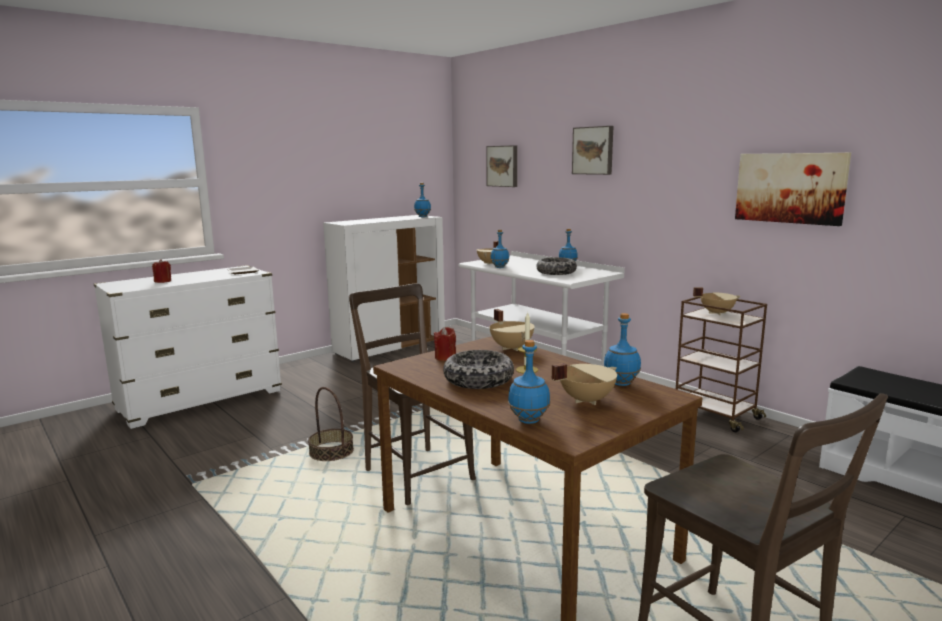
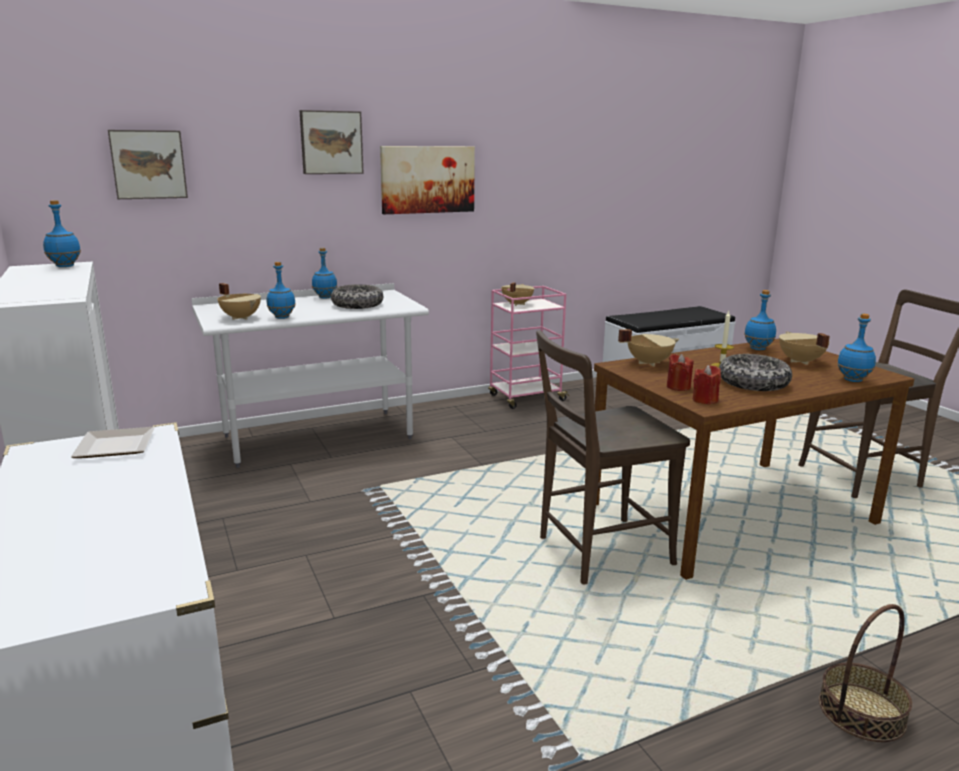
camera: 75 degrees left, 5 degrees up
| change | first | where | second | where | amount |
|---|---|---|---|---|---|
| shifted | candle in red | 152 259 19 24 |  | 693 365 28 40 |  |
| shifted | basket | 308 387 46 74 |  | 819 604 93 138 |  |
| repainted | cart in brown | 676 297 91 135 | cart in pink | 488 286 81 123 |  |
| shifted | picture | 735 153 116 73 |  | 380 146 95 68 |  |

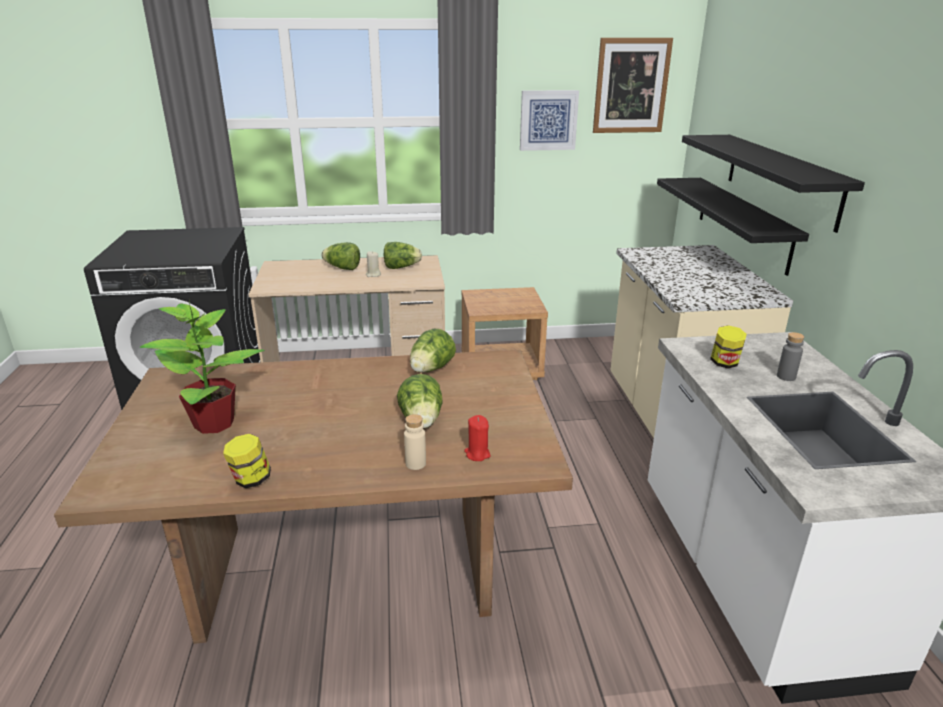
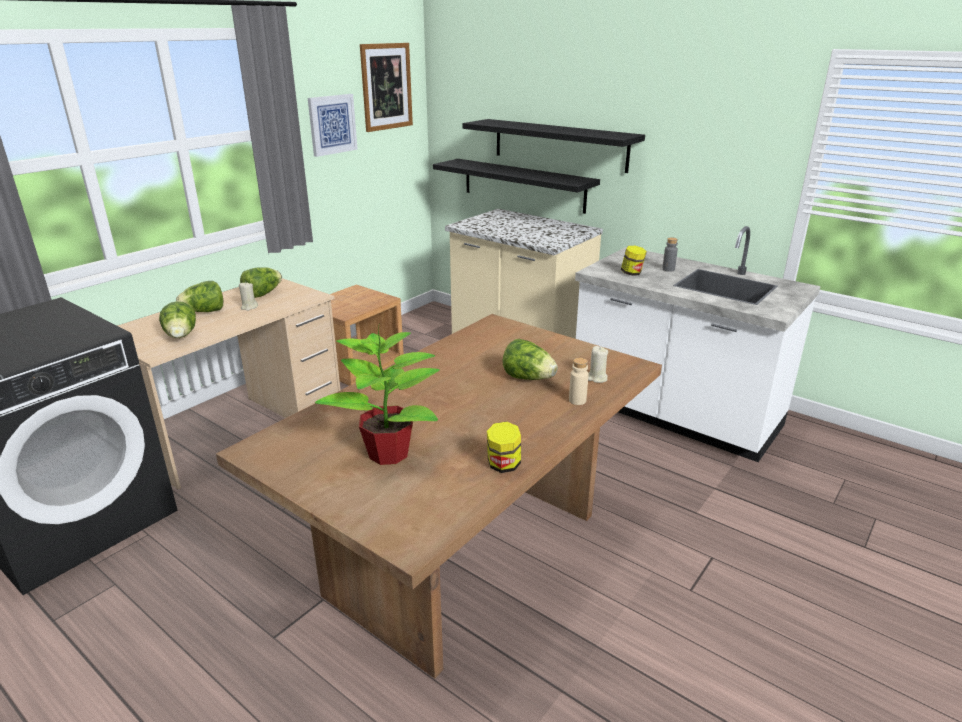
camera: 45 degrees left, 0 degrees up
| change | first | where | second | where | amount |
|---|---|---|---|---|---|
| shifted | lettuce | 410 329 46 44 |  | 159 301 37 37 |  |
| repainted | candle in red | 464 415 27 46 | candle in beige | 588 346 20 37 |  |

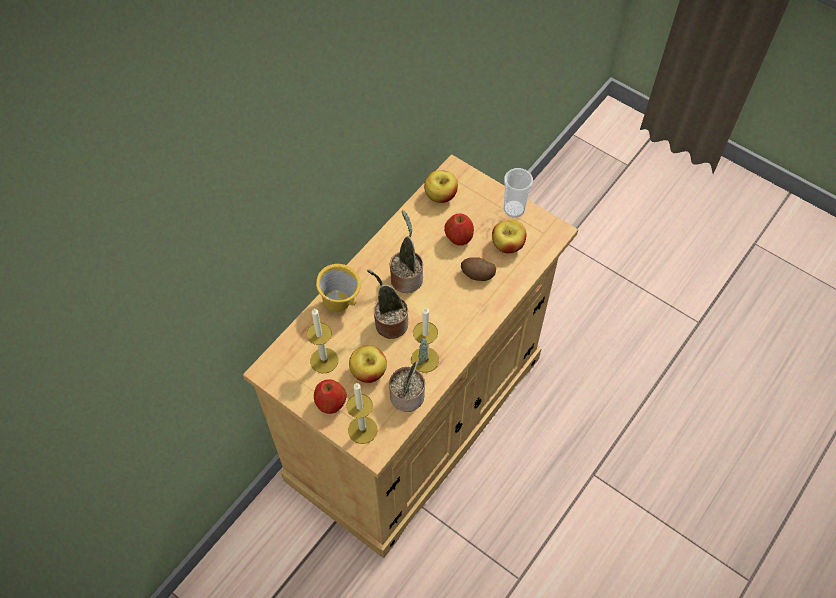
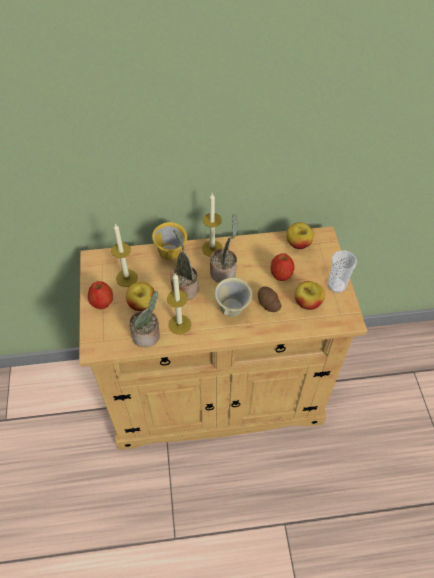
camera: 45 degrees right, 5 degrees down
| change | first | where | second | where | amount |
|---|---|---|---|---|---|
| shifted | candle | 346 383 32 61 |  | 202 193 21 64 |  |
| new |  |  | mug in beige | 215 278 37 39 |  |

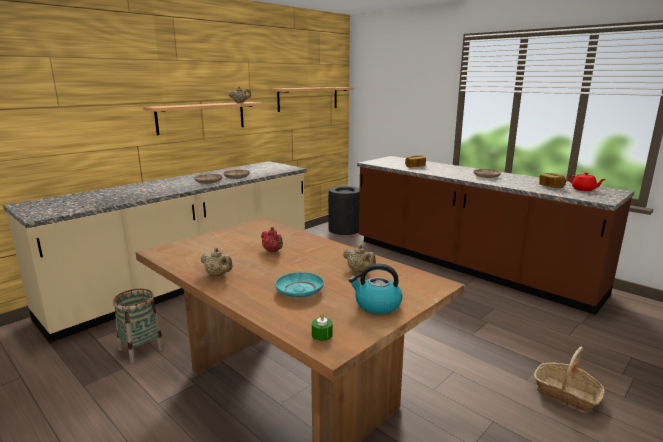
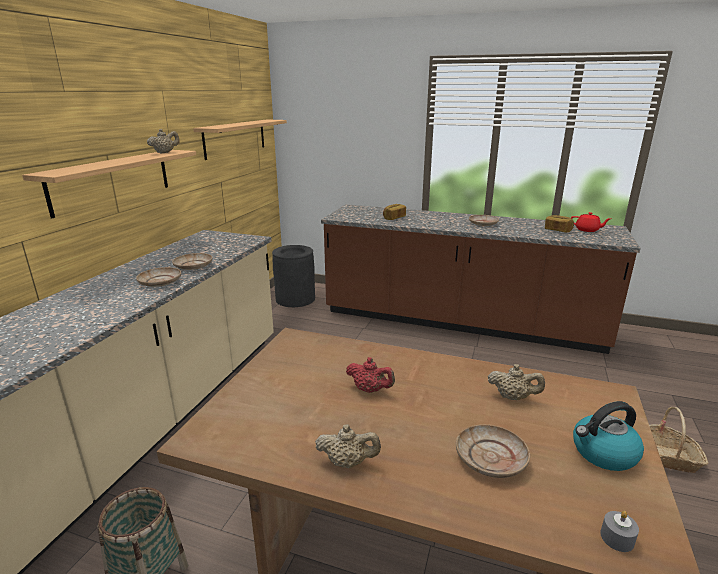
camera: 25 degrees left, 5 degrees up
| change | first | where | second | where | amount |
|---|---|---|---|---|---|
| repainted | plate in turquoise | 275 272 49 26 | plate in beige | 456 424 74 54 |  |
| repainted | candle in green | 312 313 21 28 | candle in grey | 600 511 39 41 |  |

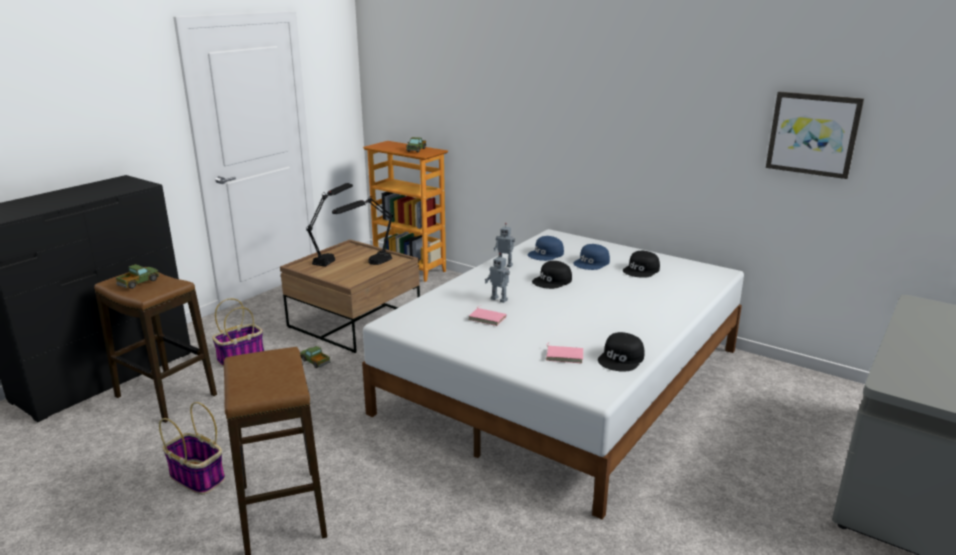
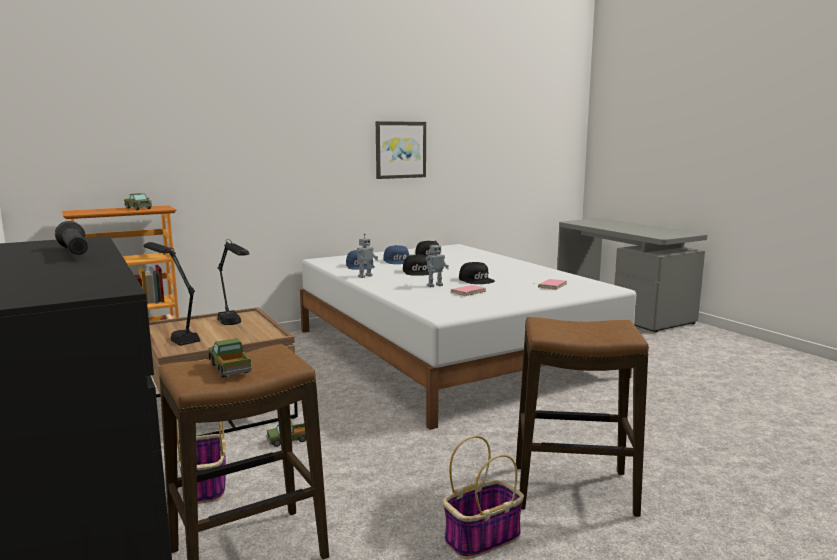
camera: 65 degrees left, 10 degrees down
| change | first | where | second | where | amount |
|---|---|---|---|---|---|
| shifted | cap in black | 598 332 47 40 |  | 459 262 36 22 |  |
| shifted | picture | 766 91 98 88 |  | 376 121 50 58 |  |
| new |  |  | flashlight in black | 55 221 33 34 |  |

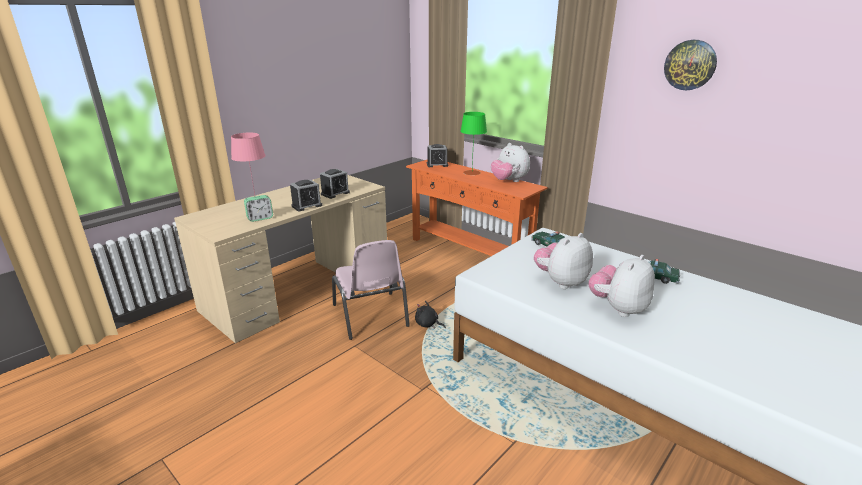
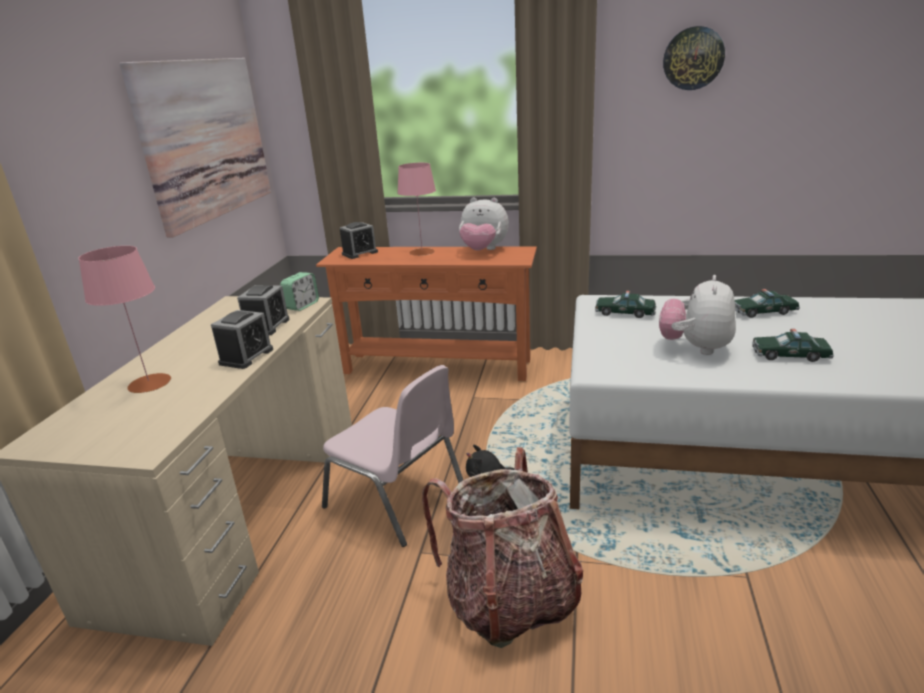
camera: 30 degrees left, 0 degrees up
| change | first | where | second | where | amount |
|---|---|---|---|---|---|
| shifted | alarm clock | 244 195 29 27 |  | 280 272 39 39 |  |
| repainted | table lamp in green | 460 112 27 63 | table lamp in pink | 397 163 39 93 |  |
| swapped | plush toy | 589 255 66 62 | toy car | 752 329 82 33 |  |
| new |  |  | picture | 119 58 152 180 |  |
| new |  |  | backpack | 422 447 161 201 |  |

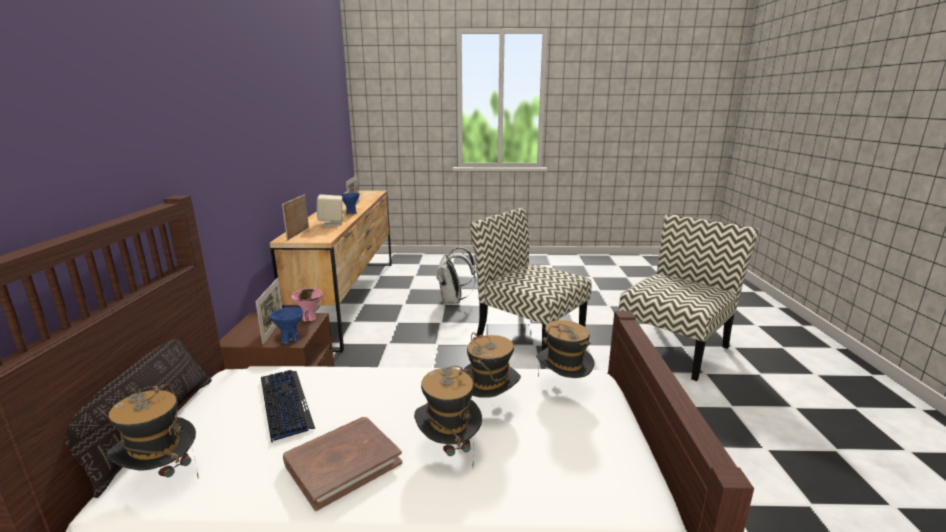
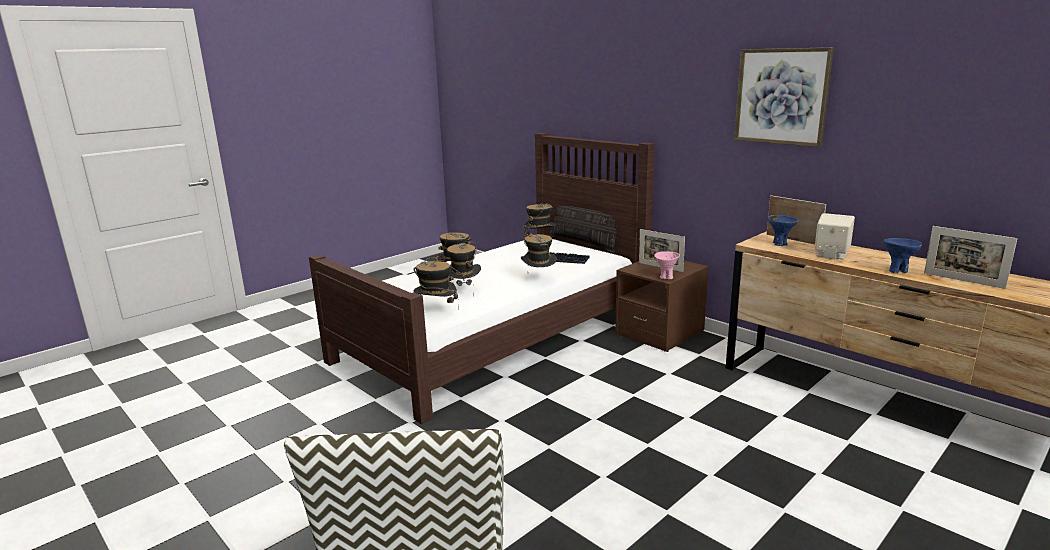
camera: 135 degrees right, 0 degrees up
| change | first | where | second | where | amount |
|---|---|---|---|---|---|
| shifted | bowl in blue | 269 308 35 36 |  | 768 215 30 31 |  |
| gone | book in brown | 283 417 119 94 |  |  |  |
| gone | backpack in white | 436 247 40 57 |  |  |  |
| gone | chair | 470 208 122 142 |  |  |  |
| new |  |  | hat | 521 234 36 33 |  |
| new |  |  | picture | 734 47 100 100 |  |

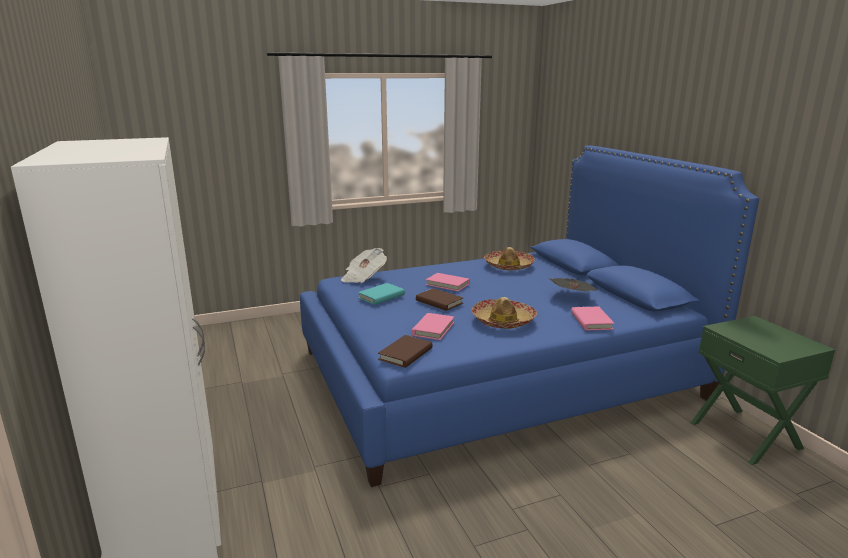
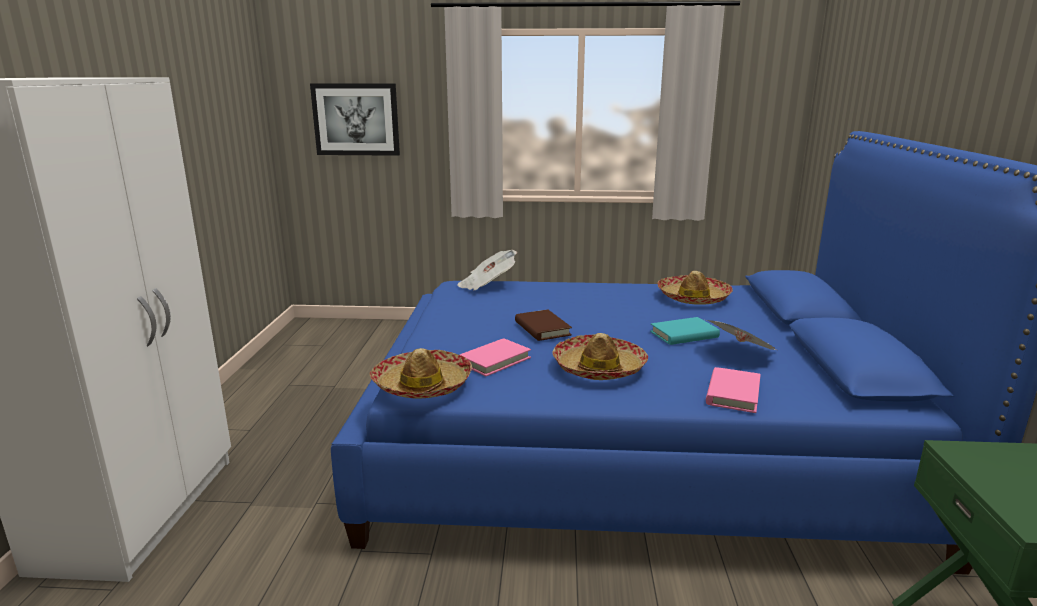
camera: 25 degrees right, 0 degrees up
| change | first | where | second | where | amount |
|---|---|---|---|---|---|
| shifted | book in turquoise | 358 283 47 22 |  | 650 317 70 28 |  |
| swapped | book in brown | 378 335 55 33 | hat | 369 348 103 51 |  |
| gone | book in pink | 426 273 44 18 |  |  |  |
| new |  |  | picture | 310 83 90 73 |  |

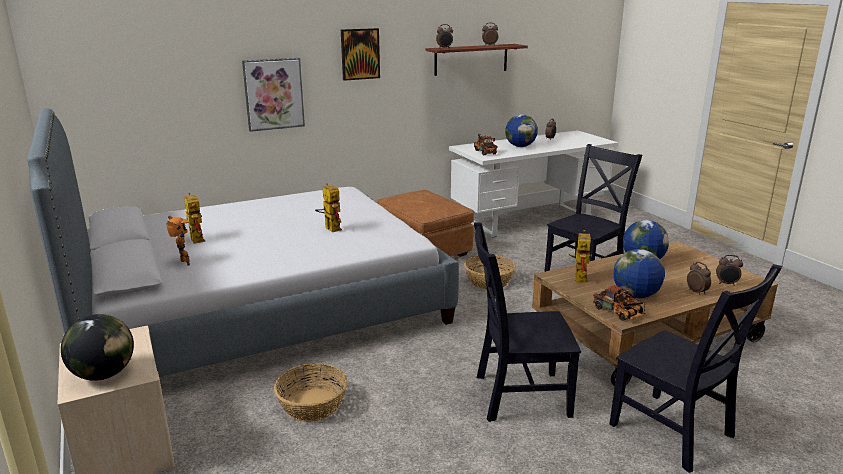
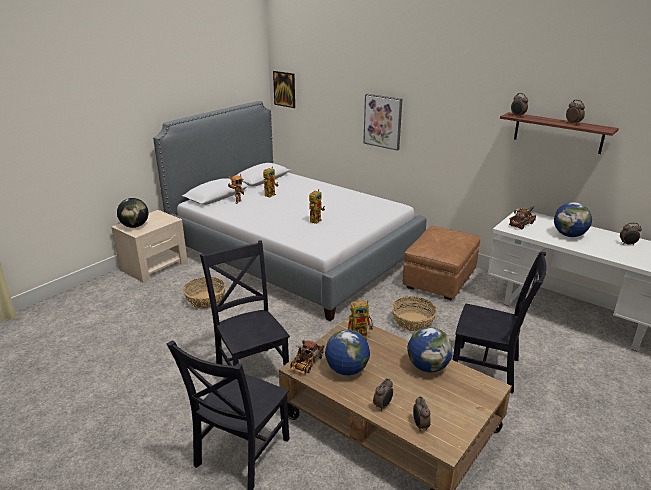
camera: 65 degrees right, 5 degrees up
| change | first | where | second | where | amount |
|---|---|---|---|---|---|
| shifted | picture | 341 28 39 53 |  | 273 71 22 37 |  |

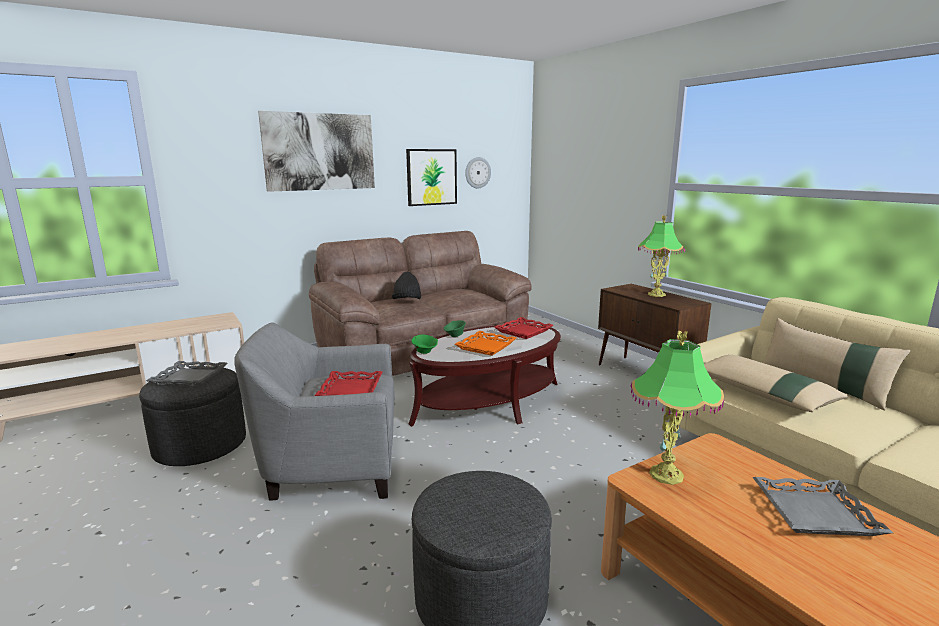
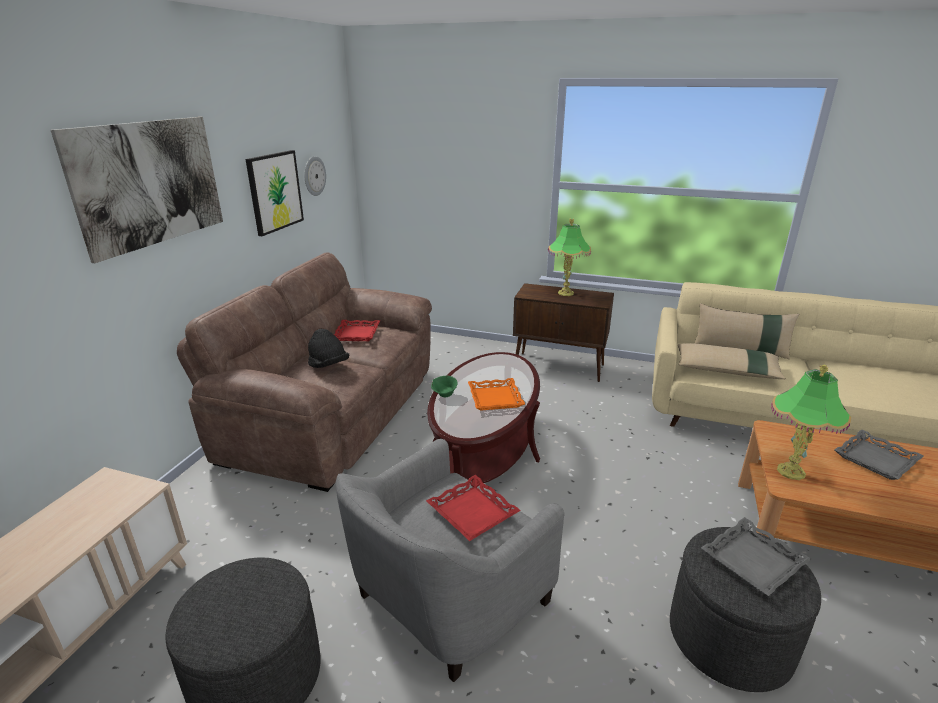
camera: 40 degrees left, 10 degrees up
| change | first | where | second | where | amount |
|---|---|---|---|---|---|
| shifted | tray in grey | 146 361 81 26 |  | 701 517 110 79 |  |
| gone | bowl in green | 411 335 27 19 |  |  |  |
| shifted | tray in red | 495 317 58 22 |  | 334 320 46 21 |  |

